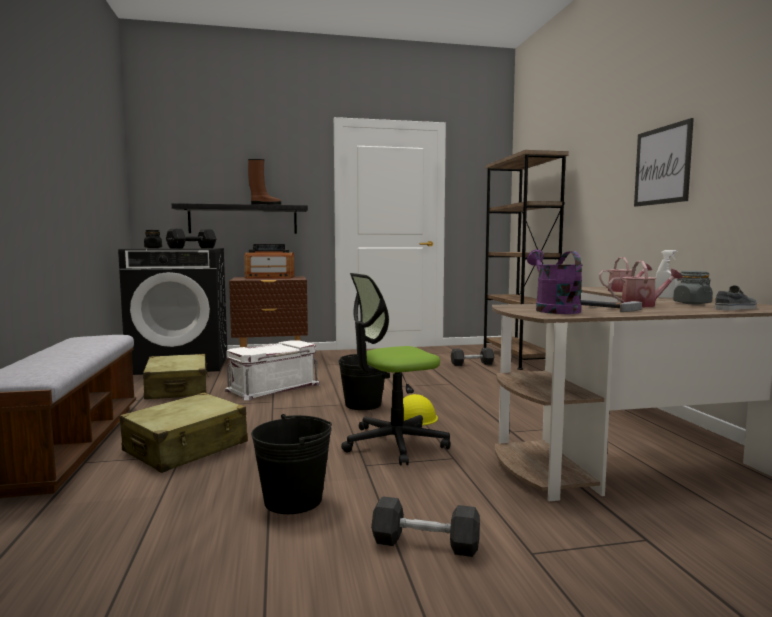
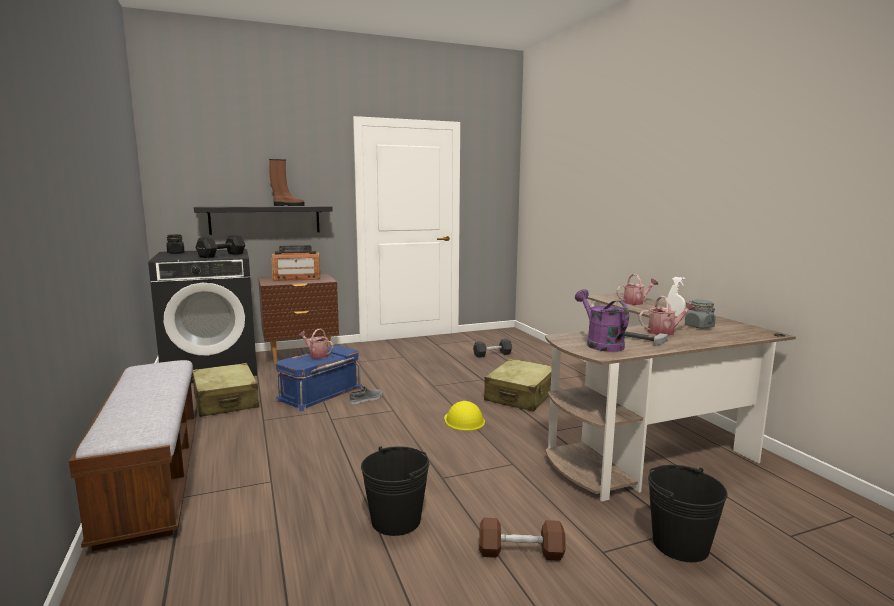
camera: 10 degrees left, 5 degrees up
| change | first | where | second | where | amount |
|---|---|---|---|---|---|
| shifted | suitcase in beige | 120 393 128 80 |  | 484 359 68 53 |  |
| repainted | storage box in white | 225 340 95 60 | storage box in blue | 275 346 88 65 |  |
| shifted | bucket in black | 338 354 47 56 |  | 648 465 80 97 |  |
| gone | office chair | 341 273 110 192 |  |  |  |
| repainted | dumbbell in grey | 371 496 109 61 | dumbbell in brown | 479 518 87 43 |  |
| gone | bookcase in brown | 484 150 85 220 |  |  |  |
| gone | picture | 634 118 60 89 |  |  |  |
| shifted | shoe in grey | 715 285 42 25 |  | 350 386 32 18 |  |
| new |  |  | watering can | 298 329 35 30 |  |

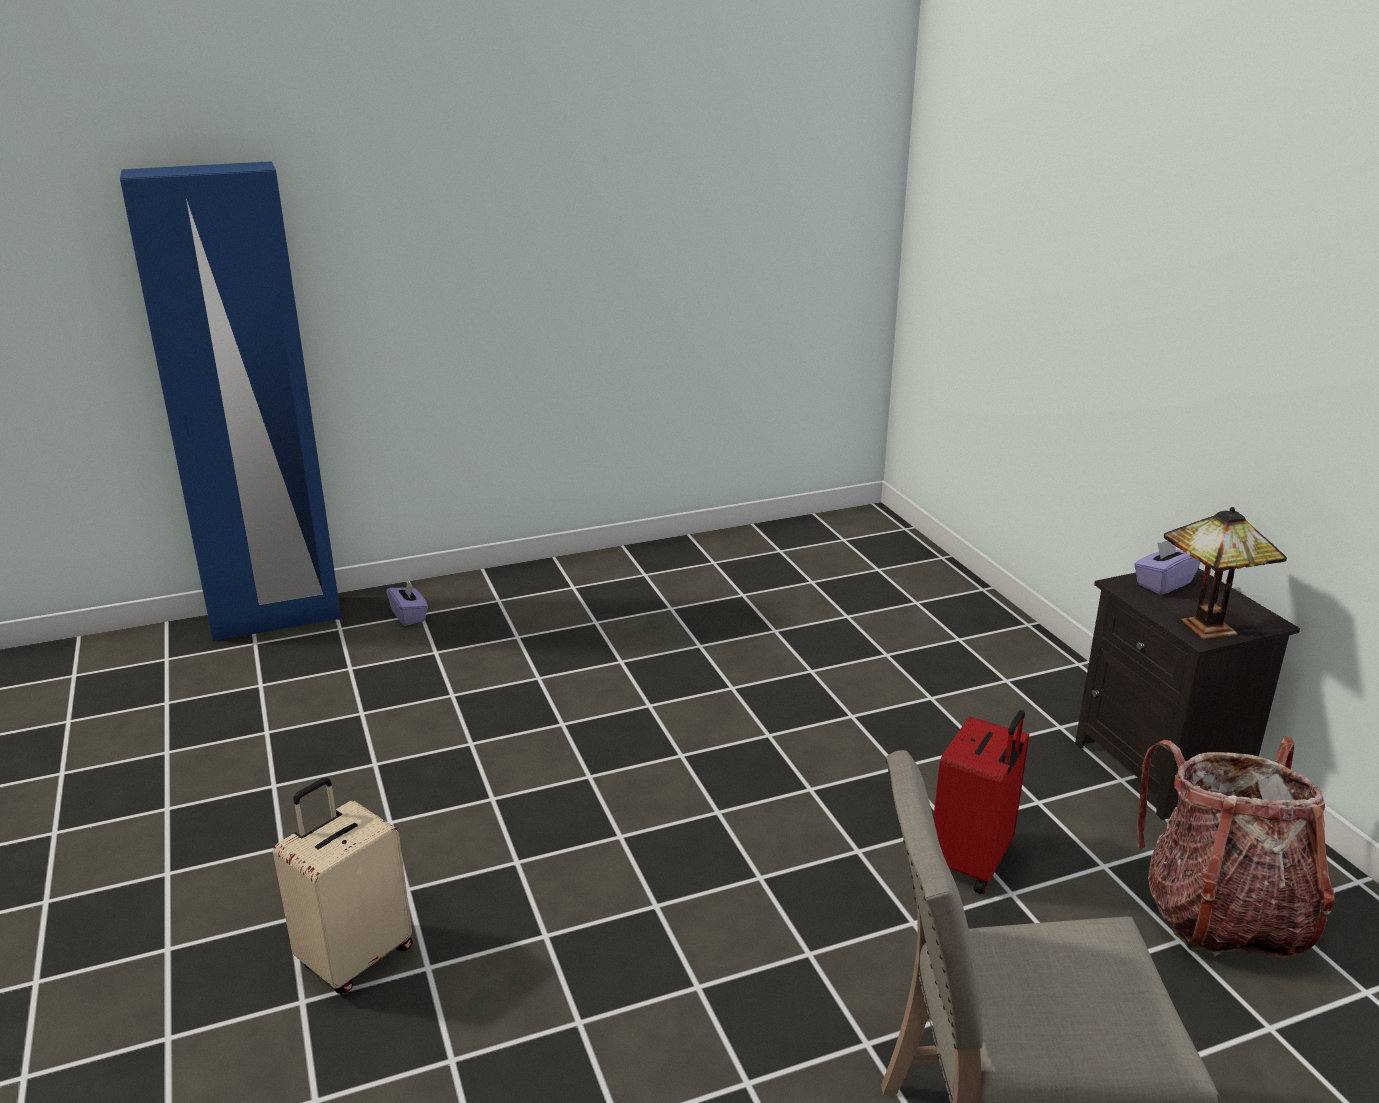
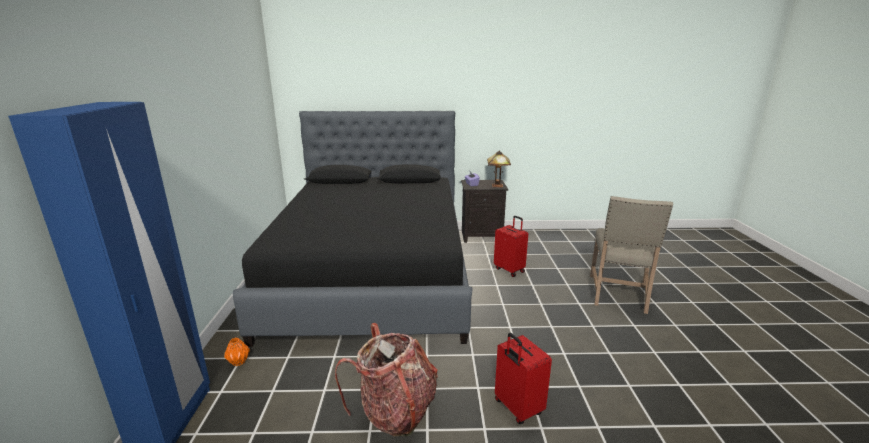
camera: 70 degrees left, 5 degrees down
| change | first | where | second | where | amount |
|---|---|---|---|---|---|
| repainted | suitcase in beige | 273 777 140 217 | suitcase in red | 495 333 57 91 |  |
| swapped | tissue box in purple | 386 581 42 45 | vase in orange | 224 338 26 28 |  |
| shifted | backpack | 1137 737 198 222 |  | 335 323 103 113 |  |
| new |  |  | bed in black | 232 111 241 236 |  |

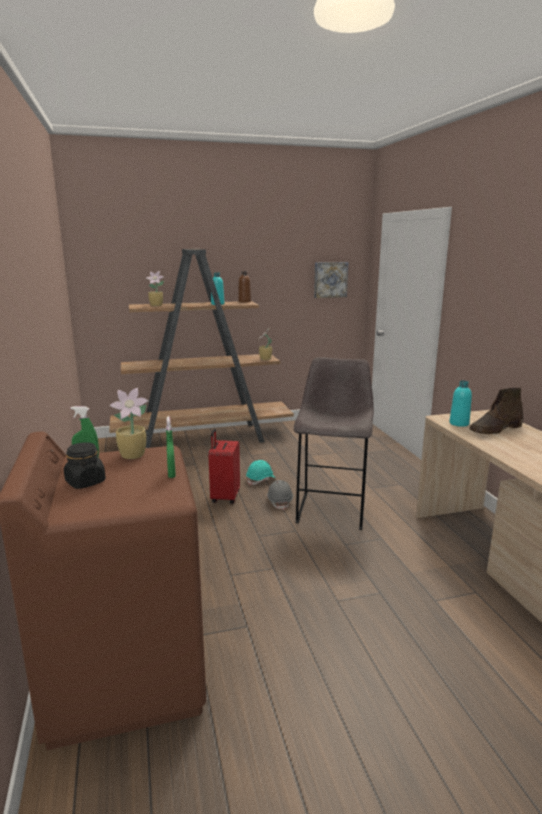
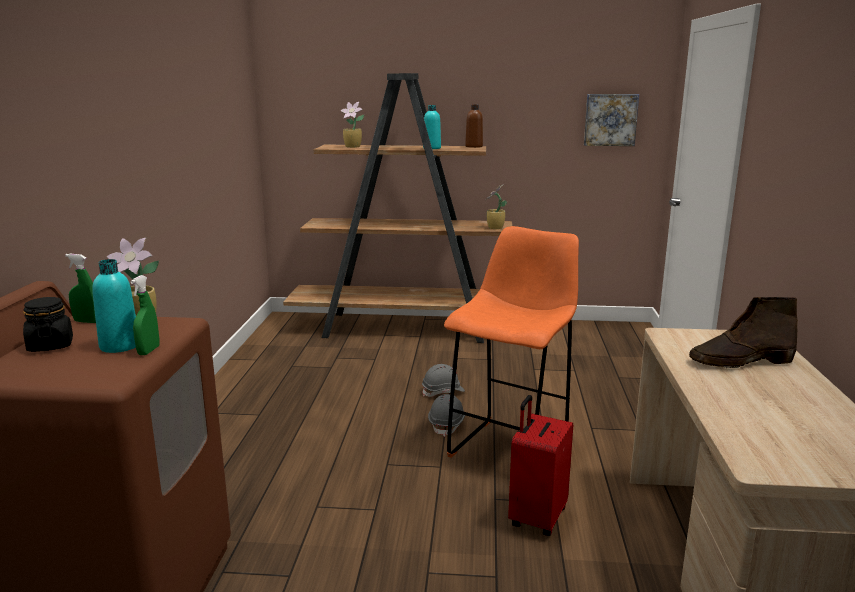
camera: 20 degrees right, 0 degrees up
| change | first | where | second | where | amount |
|---|---|---|---|---|---|
| shifted | suitcase in red | 208 429 32 75 |  | 508 395 65 141 |  |
| repainted | hard hat in turquoise | 246 460 30 25 | hard hat in grey | 422 364 43 33 |  |
| repainted | stool in grey | 294 357 80 173 | stool in orange | 444 226 135 232 |  |
| shifted | bottle in turquoise | 449 380 23 47 |  | 92 259 44 94 |  |

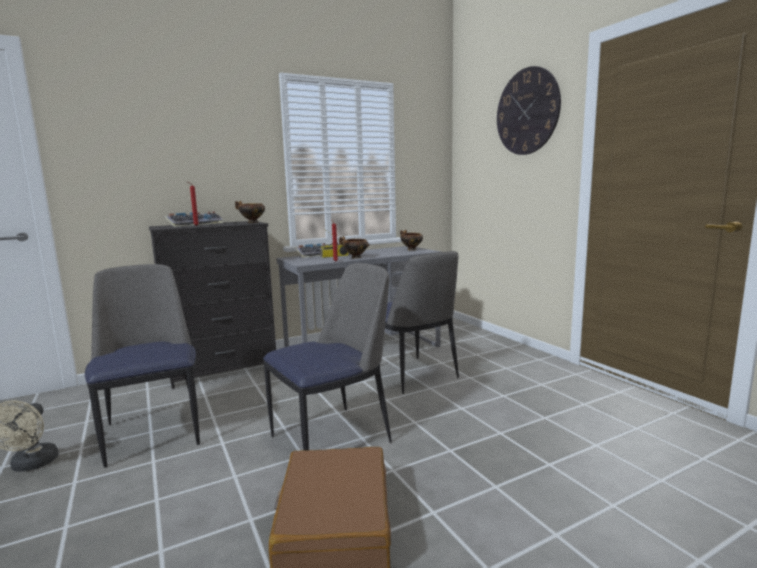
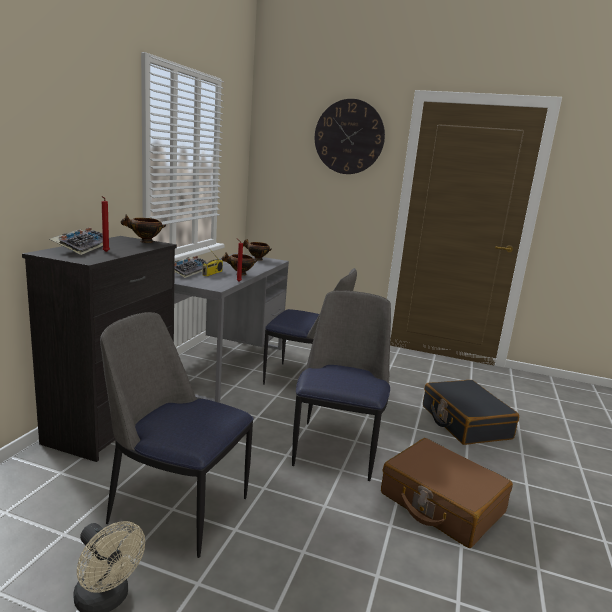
camera: 45 degrees left, 5 degrees up
| change | first | where | second | where | amount |
|---|---|---|---|---|---|
| new |  |  | suitcase in black | 423 380 96 65 |  |

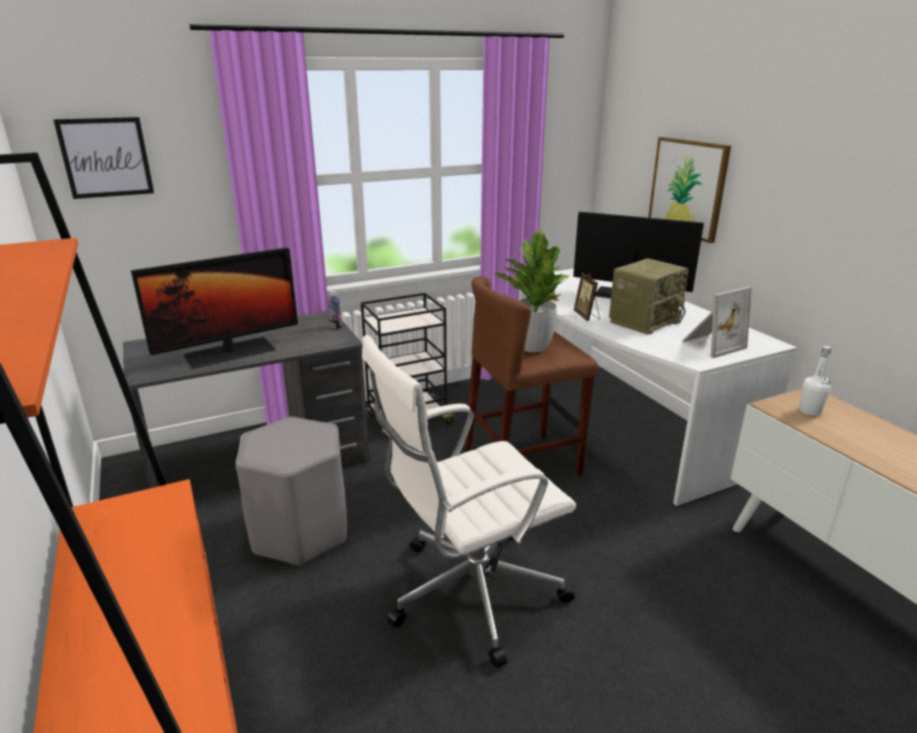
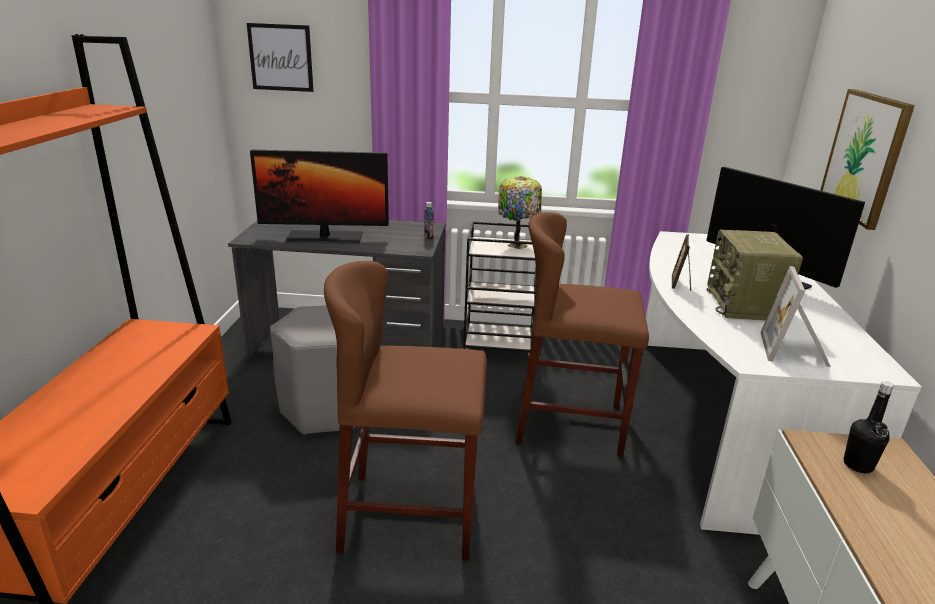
camera: 30 degrees right, 0 degrees up
| change | first | where | second | where | amount |
|---|---|---|---|---|---|
| swapped | office chair in white | 362 335 214 333 | stool in brown | 324 261 163 300 |  |
| gone | potted plant | 494 230 76 122 |  |  |  |
| rotated | radio | 609 258 80 77 |  | 707 230 96 91 | 105 degrees clockwise |
| rotated | picture frame | 682 287 70 71 |  | 760 266 71 101 | 105 degrees clockwise |
| repainted | bottle in white | 799 346 32 70 | bottle in black | 843 381 51 92 |  |
| new |  |  | table lamp | 498 176 44 73 |  |

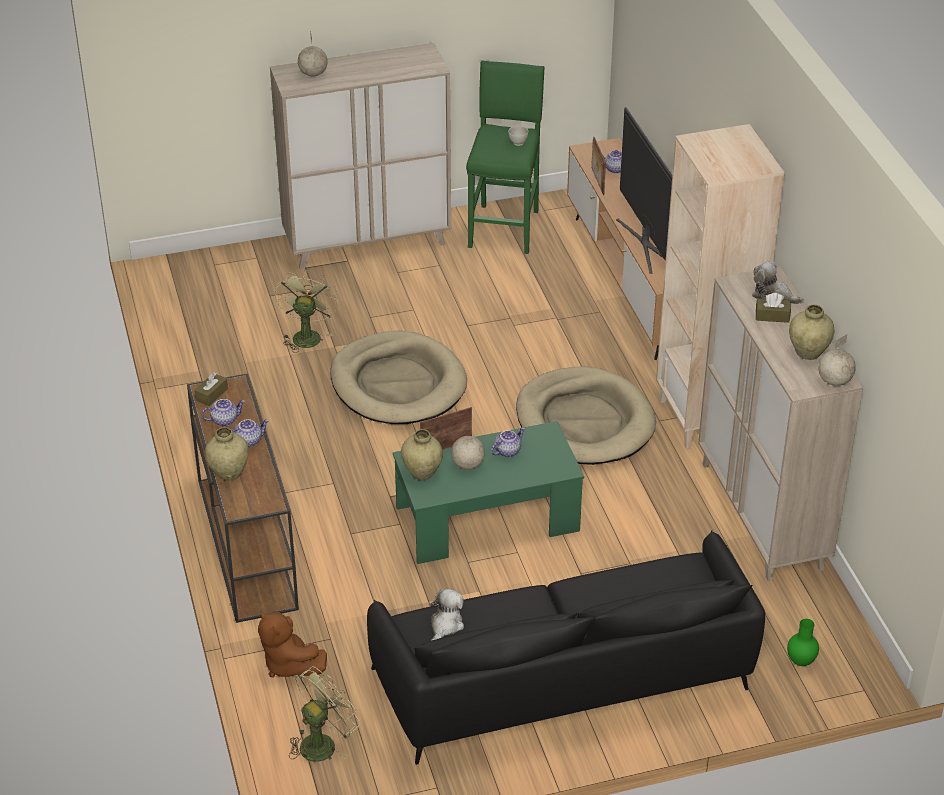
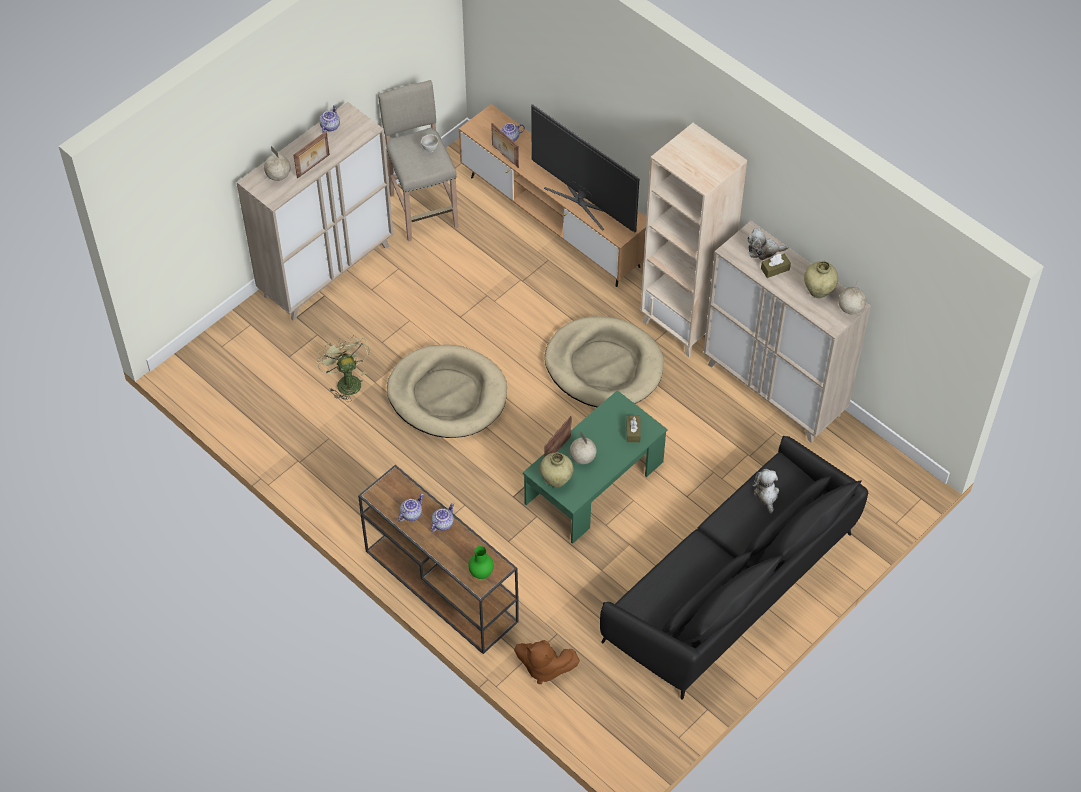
camera: 30 degrees left, 15 degrees up
| change | first | where | second | where | amount |
|---|---|---|---|---|---|
| shifted | tissue box in brown | 194 372 34 34 |  | 627 415 14 27 |  |
| gone | vase in beige | 205 427 44 54 |  |  |  |
| gone | fan in green | 289 667 71 95 |  |  |  |
| shifted | plush toy | 430 588 34 53 |  | 752 469 27 44 |  |
| repainted | stool in green | 466 61 78 193 | stool in beige | 378 80 81 162 |  |
| shifted | teapot | 491 427 34 30 |  | 319 105 21 28 |  |
| shifted | vase in green | 787 619 32 47 |  | 468 546 26 33 |  |
| new |  |  | picture frame | 294 131 36 48 |  |

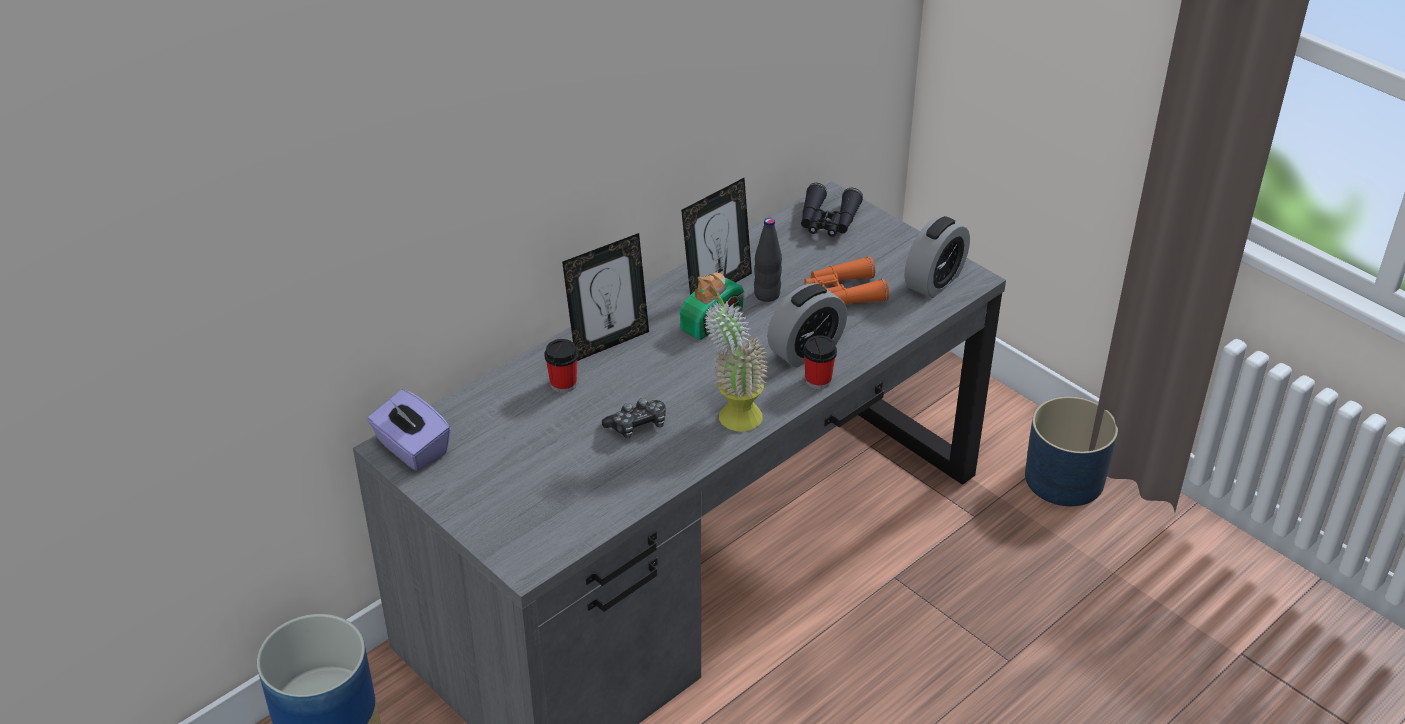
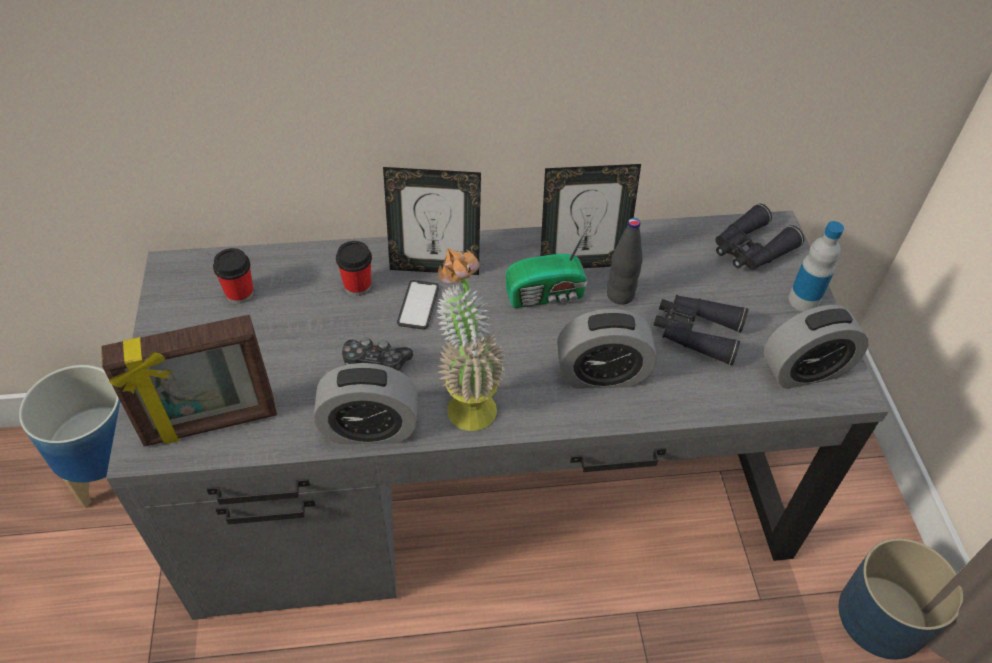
camera: 35 degrees right, 10 degrees up
| change | first | where | second | where | amount |
|---|---|---|---|---|---|
| gone | tissue box in purple | 367 390 84 81 |  |  |  |
| shifted | cup | 803 335 34 54 |  | 213 248 41 56 |  |
| repainted | binoculars in orange | 804 256 85 48 | binoculars in black | 653 294 95 72 |  |
| new |  |  | picture frame | 101 315 176 132 |  |
| new |  |  | alarm clock | 314 363 104 81 |  |
| new |  |  | phone | 397 280 42 50 |  |
| new |  |  | bottle | 788 221 56 91 |  |

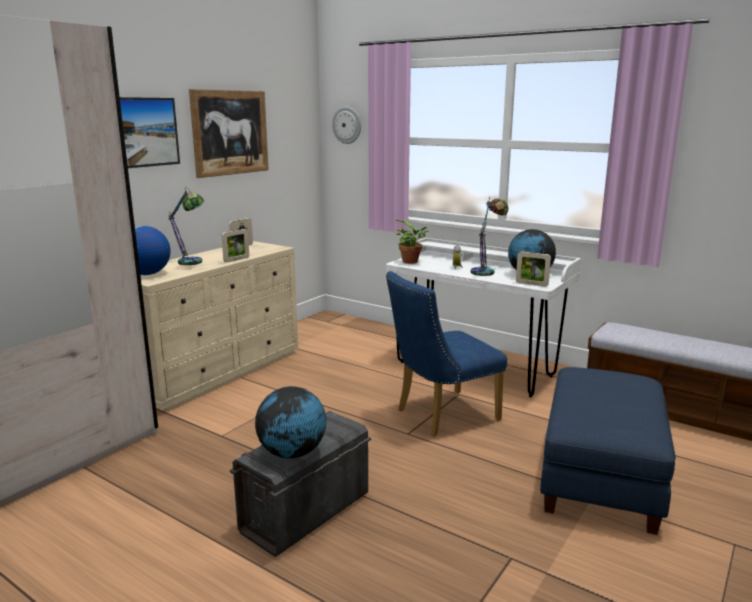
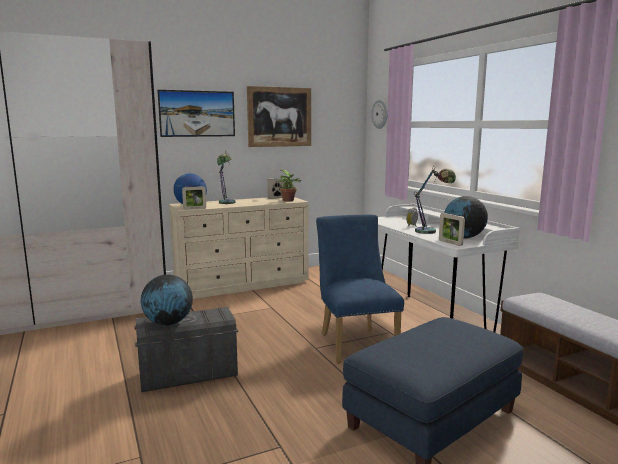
camera: 30 degrees right, 5 degrees down
| change | first | where | second | where | amount |
|---|---|---|---|---|---|
| shifted | picture frame | 222 229 27 33 |  | 182 186 24 24 |  |
| rotated | chair in blue | 386 271 121 166 |  | 316 214 88 150 | 75 degrees clockwise |
| shifted | potted plant | 396 220 33 44 |  | 279 170 22 31 |  |

